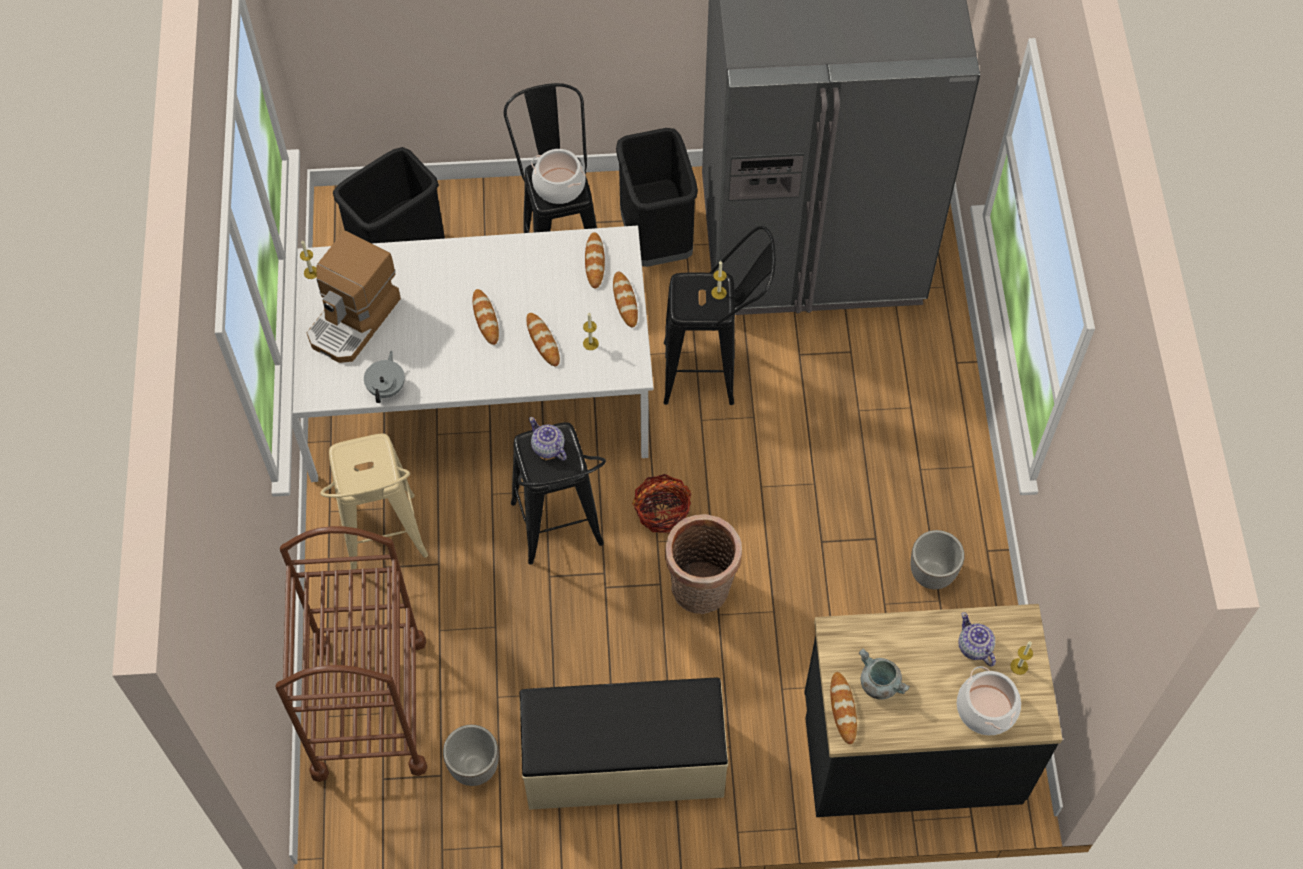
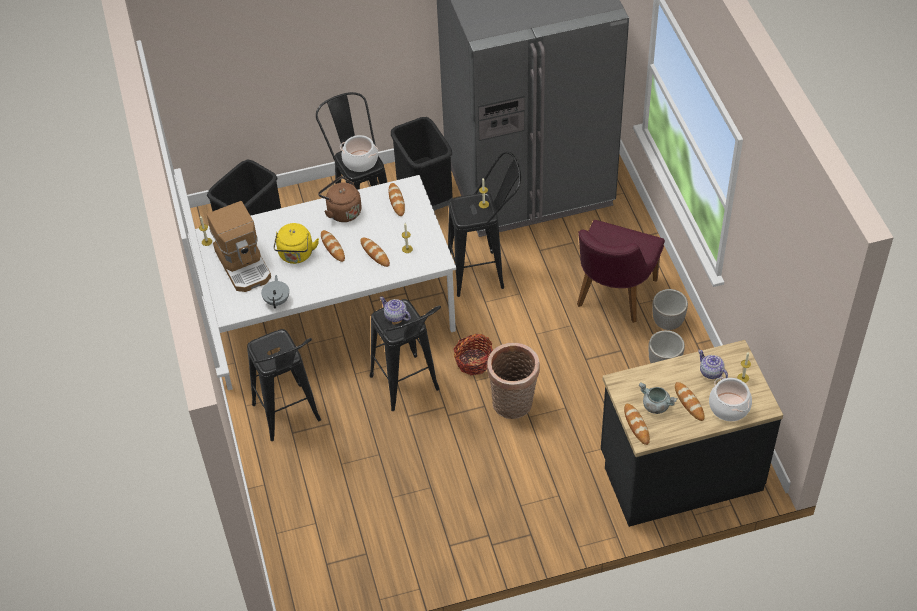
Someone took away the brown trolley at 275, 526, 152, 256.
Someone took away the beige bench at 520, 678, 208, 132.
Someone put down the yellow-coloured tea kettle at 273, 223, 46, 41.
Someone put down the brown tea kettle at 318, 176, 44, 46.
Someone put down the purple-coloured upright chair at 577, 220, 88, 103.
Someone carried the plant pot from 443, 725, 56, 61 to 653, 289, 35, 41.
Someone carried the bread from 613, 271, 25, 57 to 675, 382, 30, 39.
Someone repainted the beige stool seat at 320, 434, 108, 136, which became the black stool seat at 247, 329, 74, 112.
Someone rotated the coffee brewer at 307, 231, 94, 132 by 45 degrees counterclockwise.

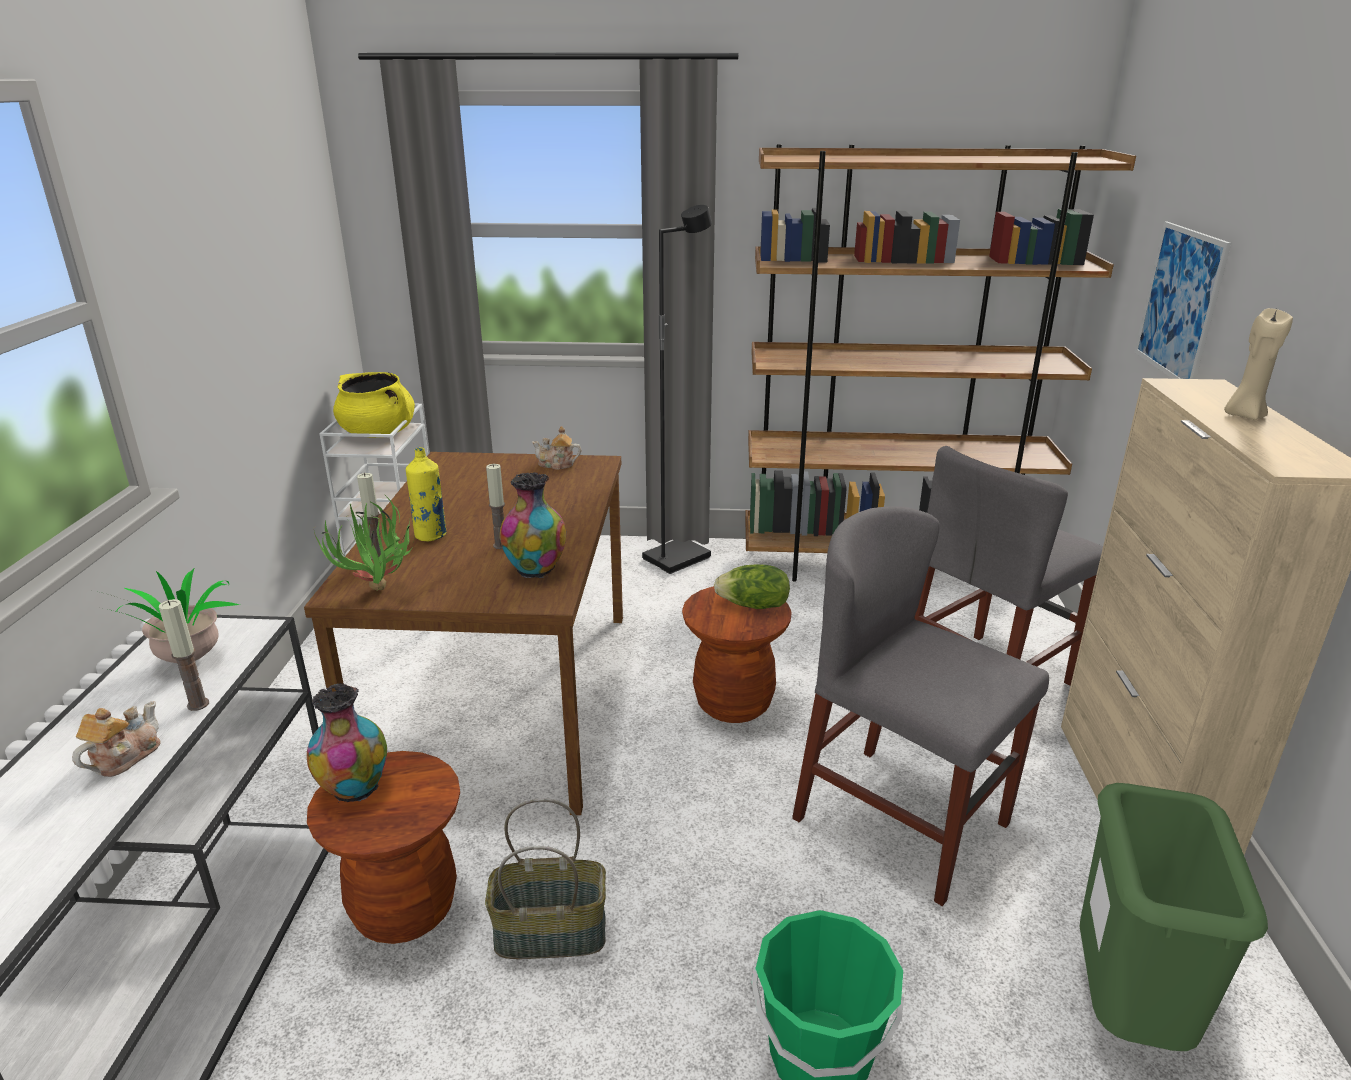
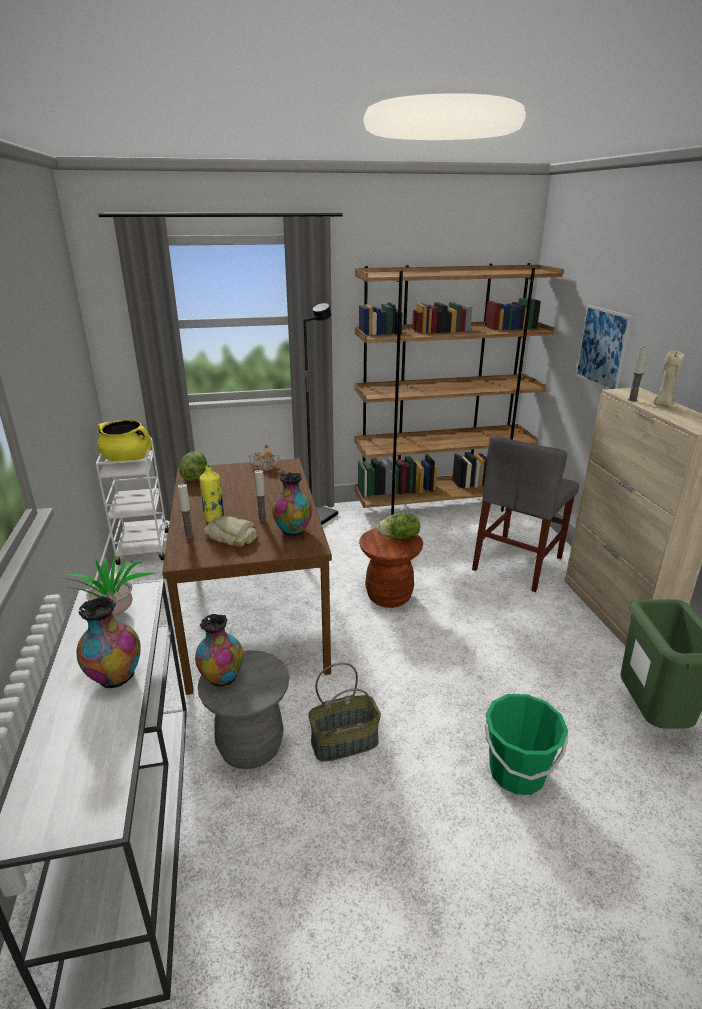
Someone took away the plant in a pot at 314, 495, 104, 96.
Someone took away the grey upright chair at 792, 507, 257, 399.
Someone put down the lettuce at 179, 451, 28, 30.
Someone put down the bread at 204, 517, 53, 29.
Someone carried the wax candle from 159, 599, 50, 112 to 628, 346, 21, 56.
Someone swapped the pot for tea at 72, 701, 89, 76 for the decorative vase at 76, 596, 65, 92.
Someone repainted the brown stool seat at 307, 751, 153, 193, which became the grey stool seat at 198, 650, 92, 119.

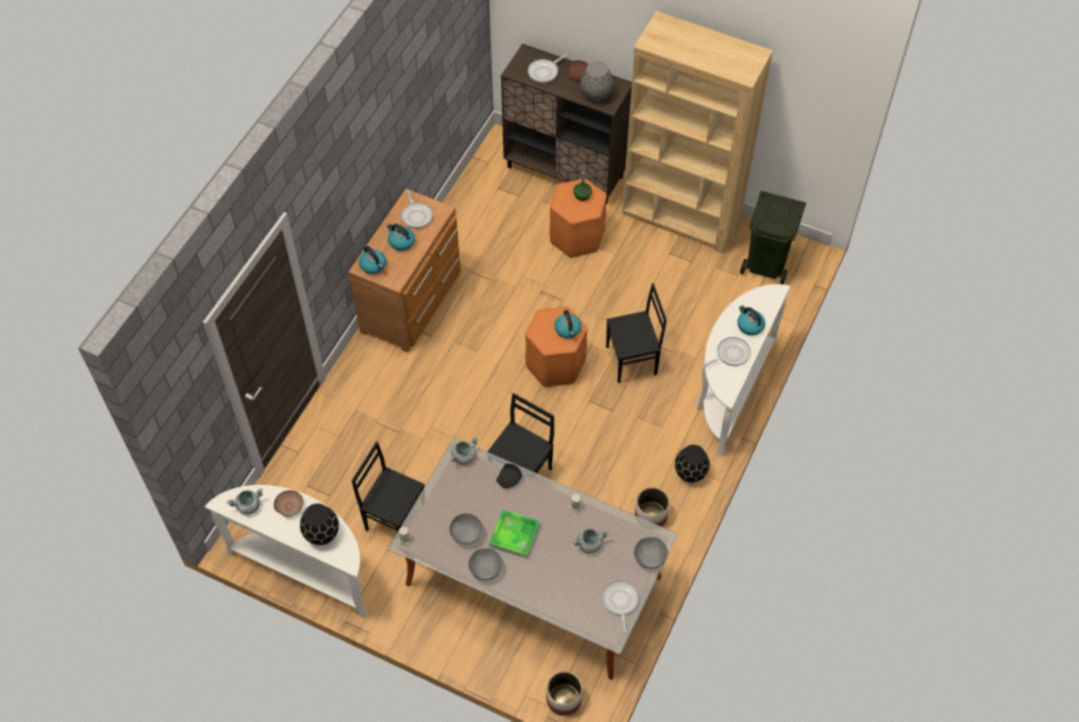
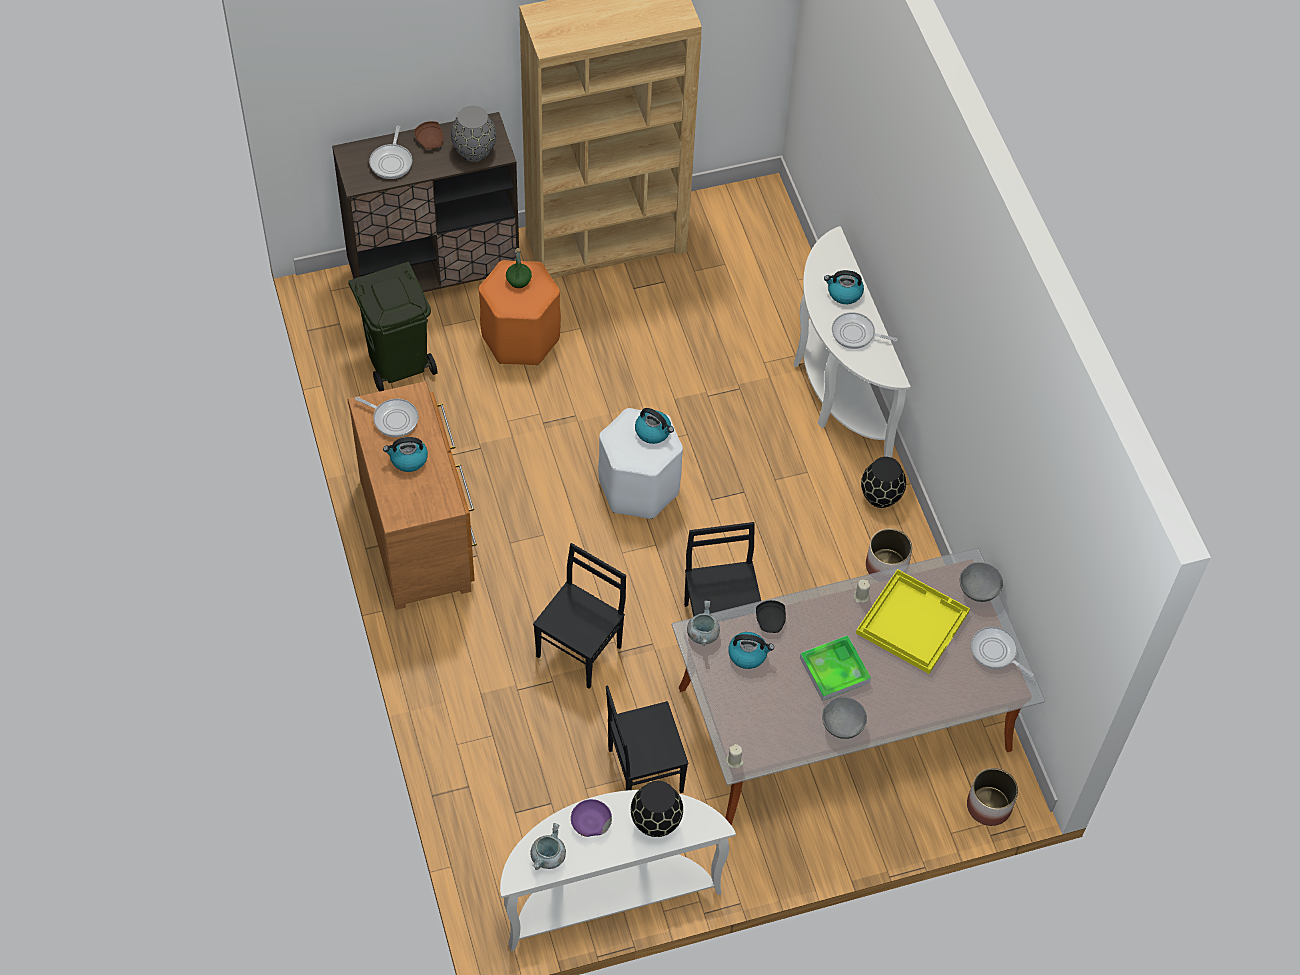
Someone took away the grey bowl at 449, 513, 34, 31.
Someone carried the tea kettle from 359, 246, 27, 28 to 728, 632, 46, 37.
Someone carried the black upright chair from 606, 283, 61, 100 to 533, 543, 93, 146.
Someone carried the greenish trash can from 740, 191, 66, 93 to 348, 262, 90, 130.
Someone swapped the grey stockpot at 573, 528, 36, 25 for the yellow-coloured tray at 856, 569, 114, 105.
Someone repainted the brown bowl at 274, 490, 30, 27, which became the purple-coloured bowl at 571, 799, 41, 38.
Someone repainted the orange stool seat at 525, 306, 62, 81, which became the white-coloured stool seat at 598, 408, 85, 111.
Someone rotated the pan at 705, 337, 46, 30 by 90 degrees counterclockwise.

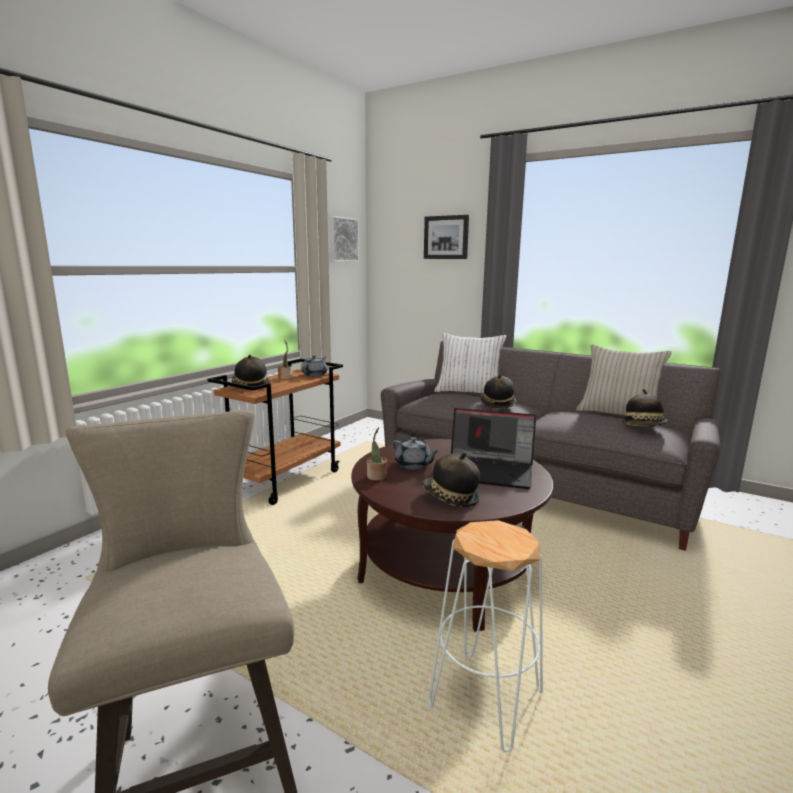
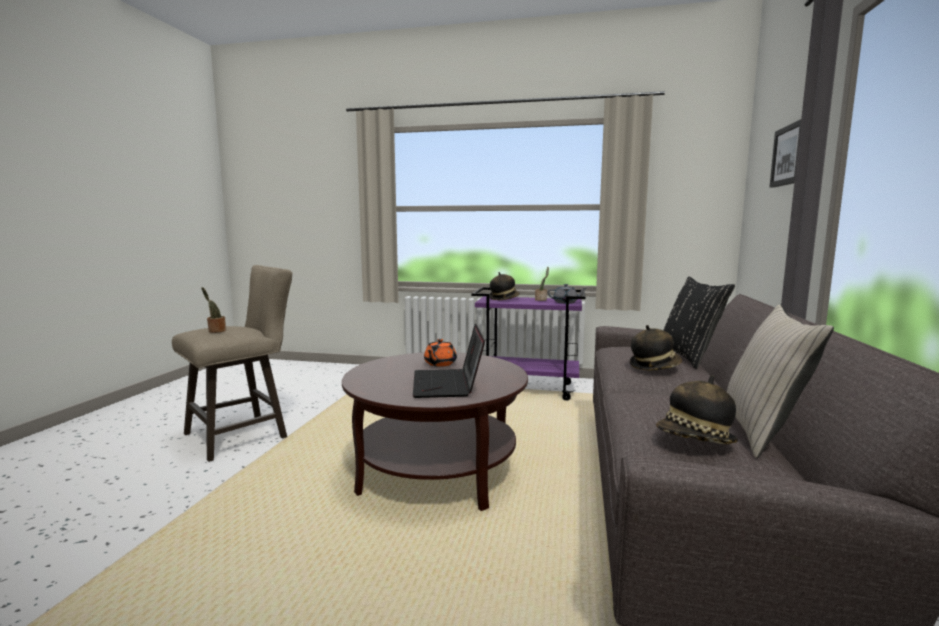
Someone took away the wall art at 329, 216, 30, 46.
Someone took away the wearable hat at 422, 452, 58, 55.
Someone took away the white-coloured stool seat at 428, 520, 115, 232.
Someone carried the plant in a pot from 367, 427, 20, 54 to 201, 287, 25, 46.
Someone repainted the brown trolley at 208, 359, 135, 146, which became the purple-coloured trolley at 471, 287, 114, 113.
Someone repainted the grey pot for tea at 392, 437, 47, 33, which became the orange pot for tea at 424, 339, 33, 28.
Someone repainted the white-coloured pillow at 435, 333, 71, 60, which became the black pillow at 663, 276, 72, 93.

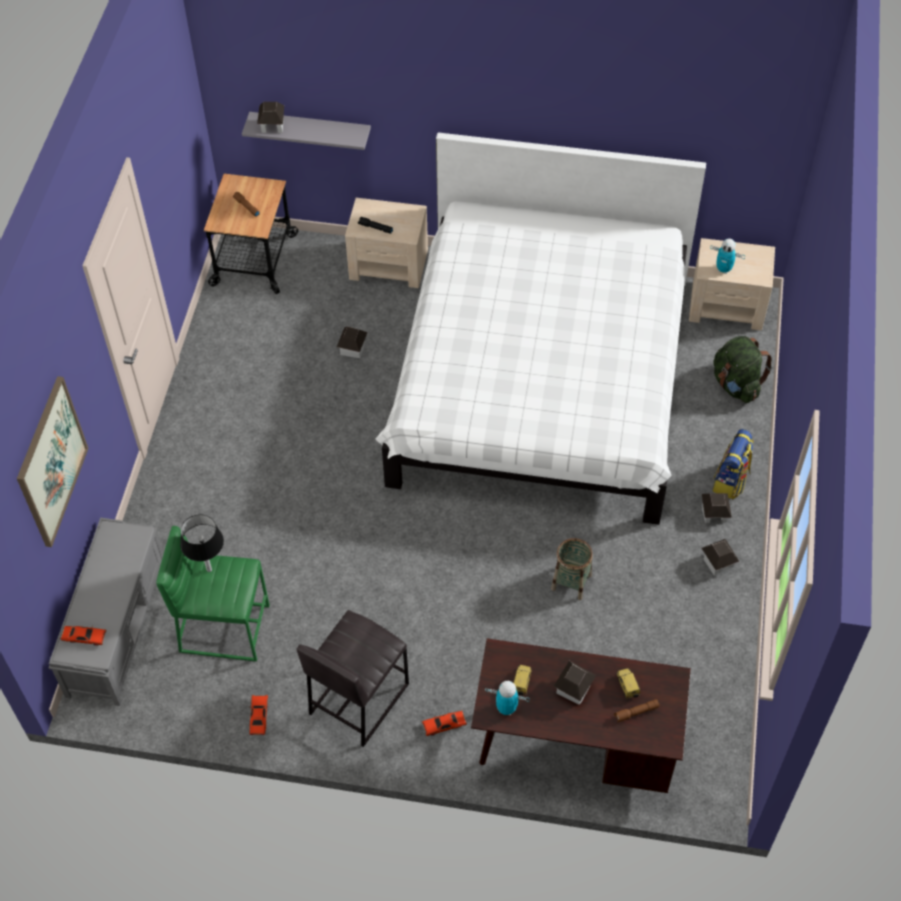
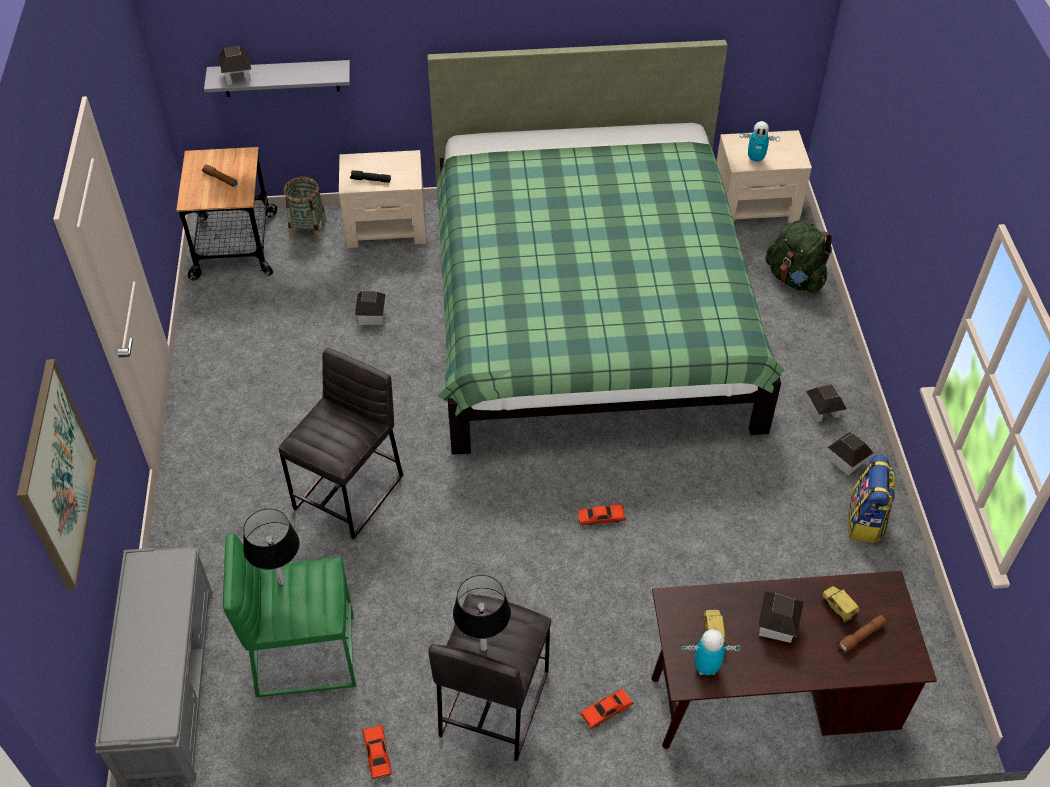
Someone put down the grey stool seat at 279, 348, 124, 191.
Someone put down the black table lamp at 453, 575, 58, 76.
Someone carried the red model car from 61, 625, 46, 21 to 577, 504, 49, 22.
Someone carried the basket from 551, 538, 42, 62 to 284, 177, 43, 64.
Someone carried the knapsack from 713, 429, 41, 71 to 848, 455, 47, 88.
Someone repainted the white-coloured bedroom bed at 375, 133, 331, 392, which became the greenish bedroom bed at 427, 40, 357, 415.

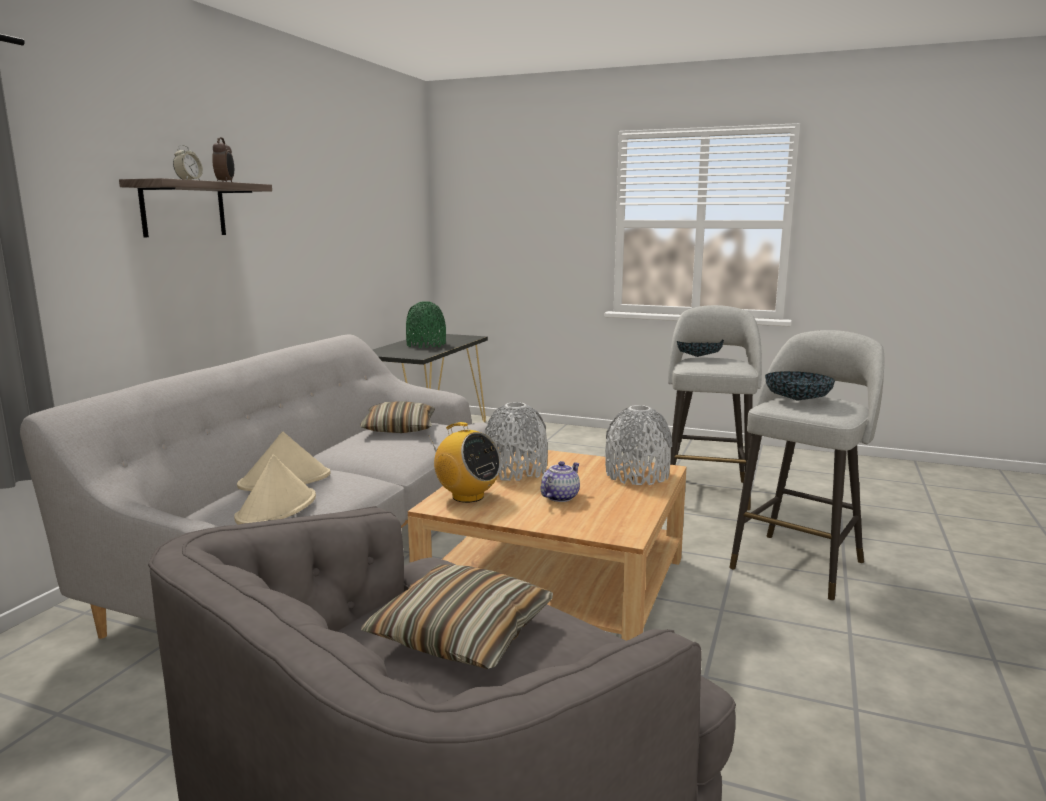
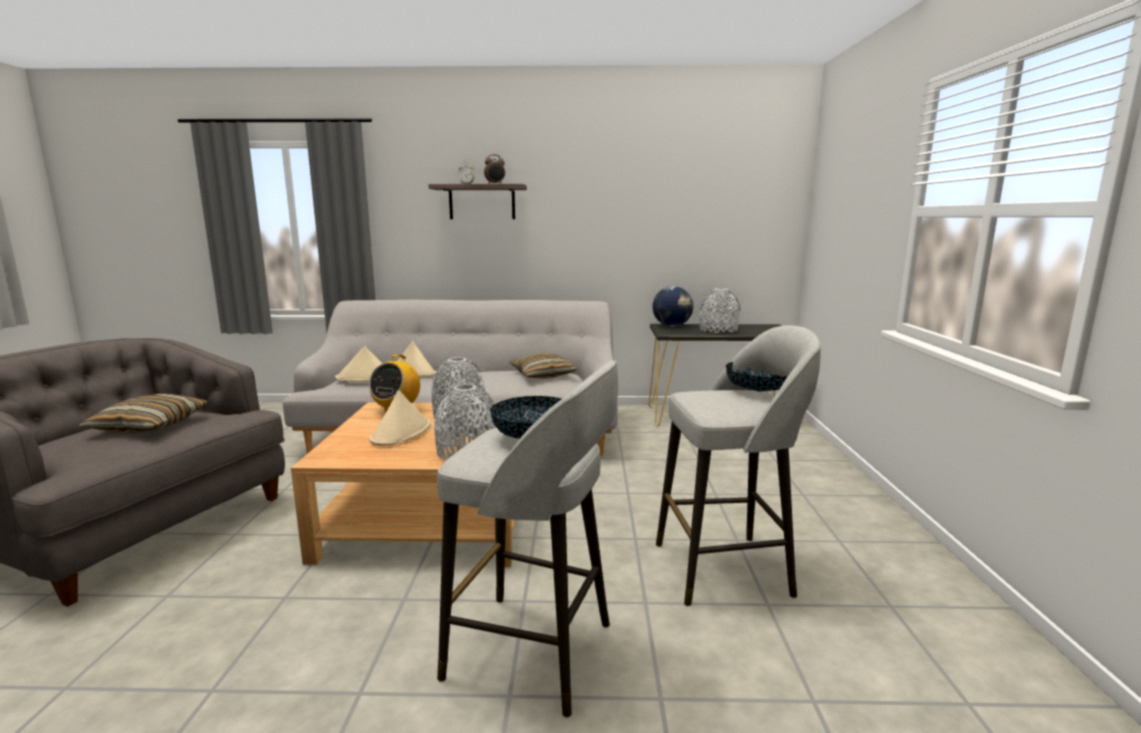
Someone put down the world globe at 653, 286, 40, 41.
Someone swapped the pot for tea at 541, 461, 39, 41 for the beige wearable hat at 369, 390, 62, 56.
Someone repainted the greenish decorative vase at 406, 301, 40, 47, which became the grey decorative vase at 700, 288, 40, 45.

